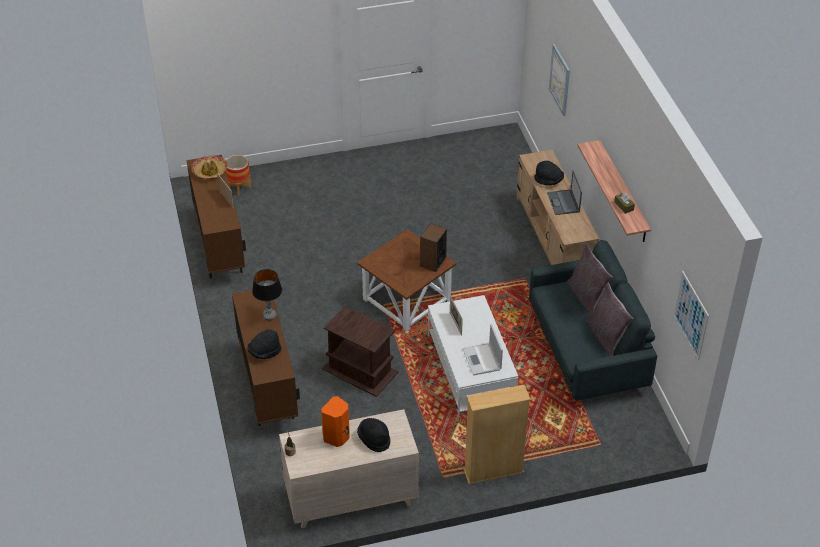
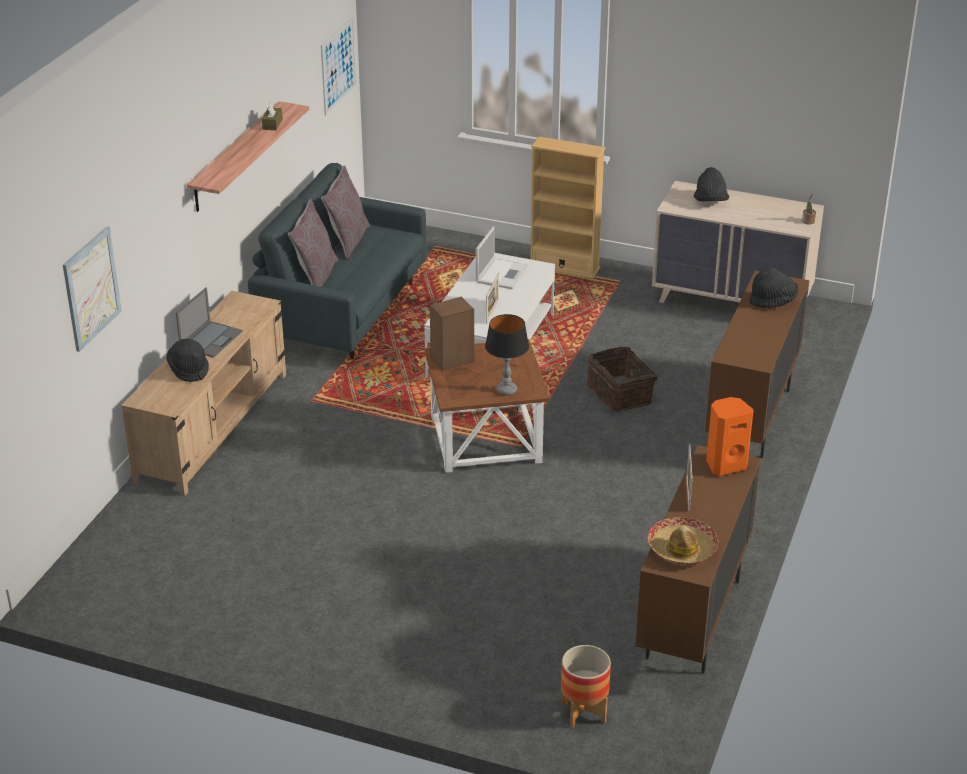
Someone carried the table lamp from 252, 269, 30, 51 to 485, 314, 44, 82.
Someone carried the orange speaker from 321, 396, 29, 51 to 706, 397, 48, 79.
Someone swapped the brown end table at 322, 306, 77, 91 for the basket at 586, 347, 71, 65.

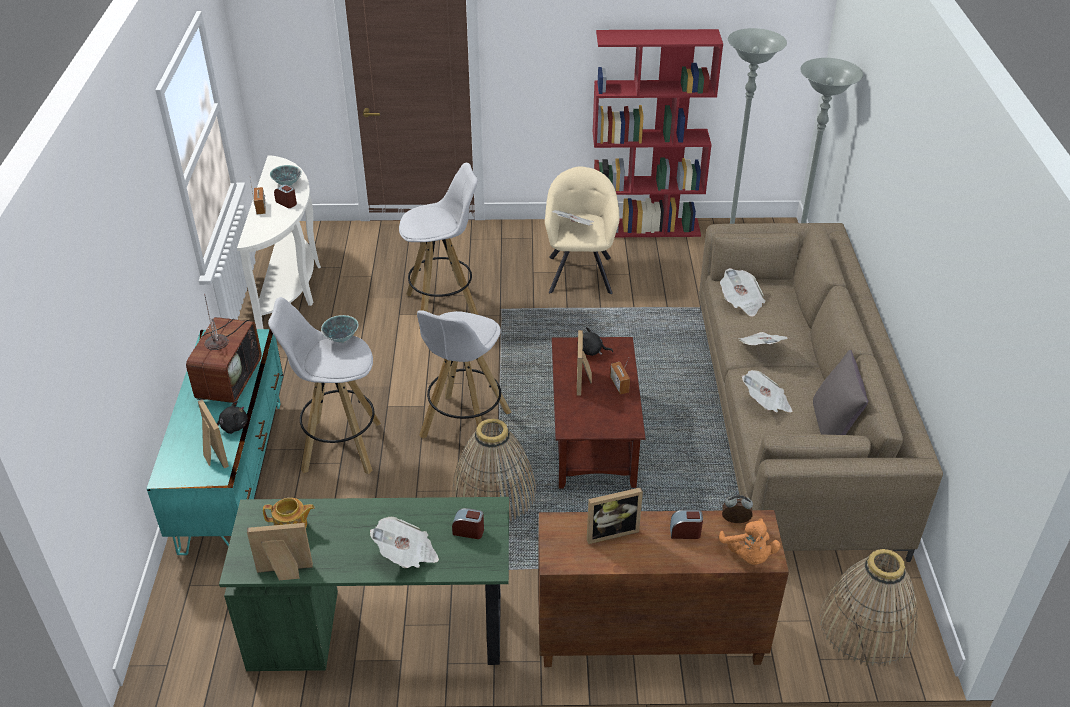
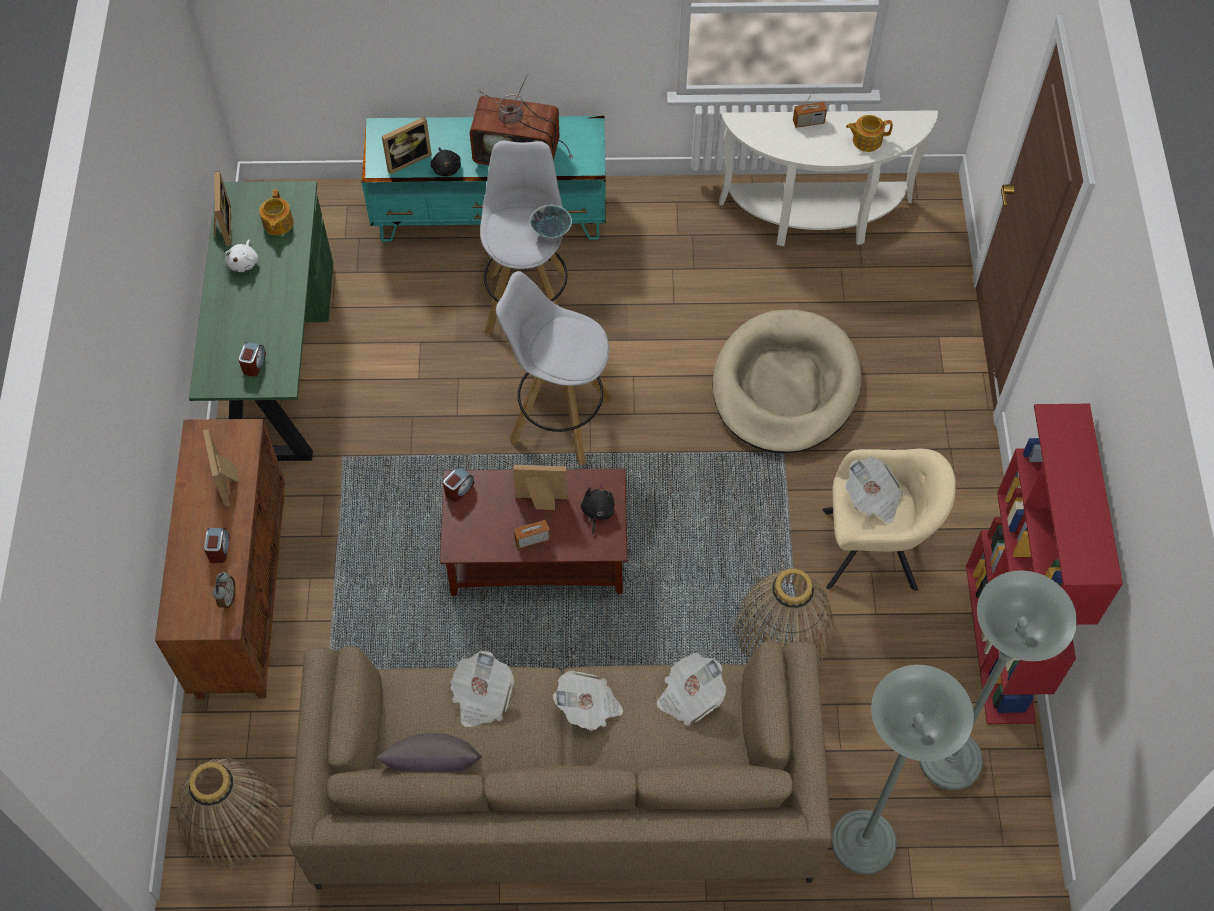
Someone took away the newspaper at 370, 516, 69, 52.
Someone took away the orange plush toy at 719, 518, 62, 47.
Someone put down the white-coloured plush toy at 224, 240, 34, 32.
Someone carried the table clock from 274, 184, 23, 24 to 443, 467, 31, 35.
Someone carried the basket from 453, 418, 83, 103 to 735, 568, 99, 97.
Someone swapped the bowl at 270, 165, 32, 21 for the pot for tea at 846, 115, 47, 37.
Someone swapped the white-coloured stool seat at 399, 163, 79, 166 for the beige dog bed at 712, 310, 150, 144.

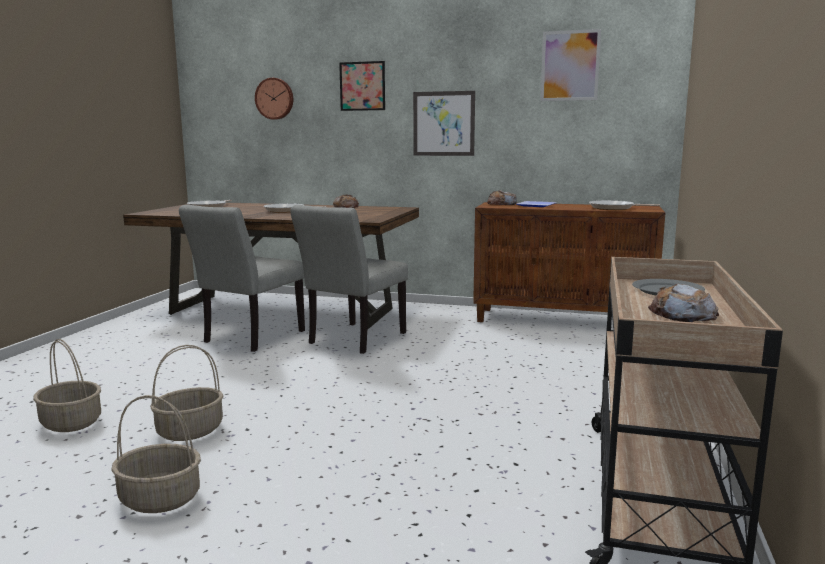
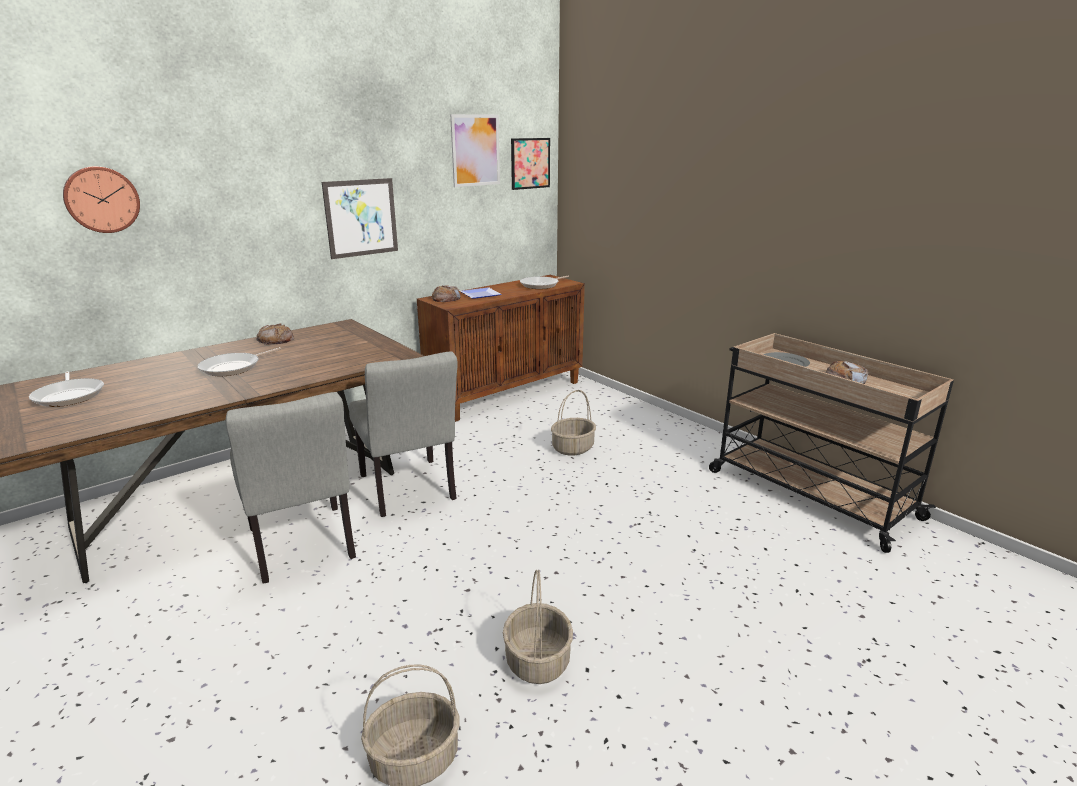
Someone carried the basket from 111, 395, 90, 118 to 551, 390, 45, 66.
Someone carried the wall art from 339, 61, 46, 50 to 511, 138, 39, 52.

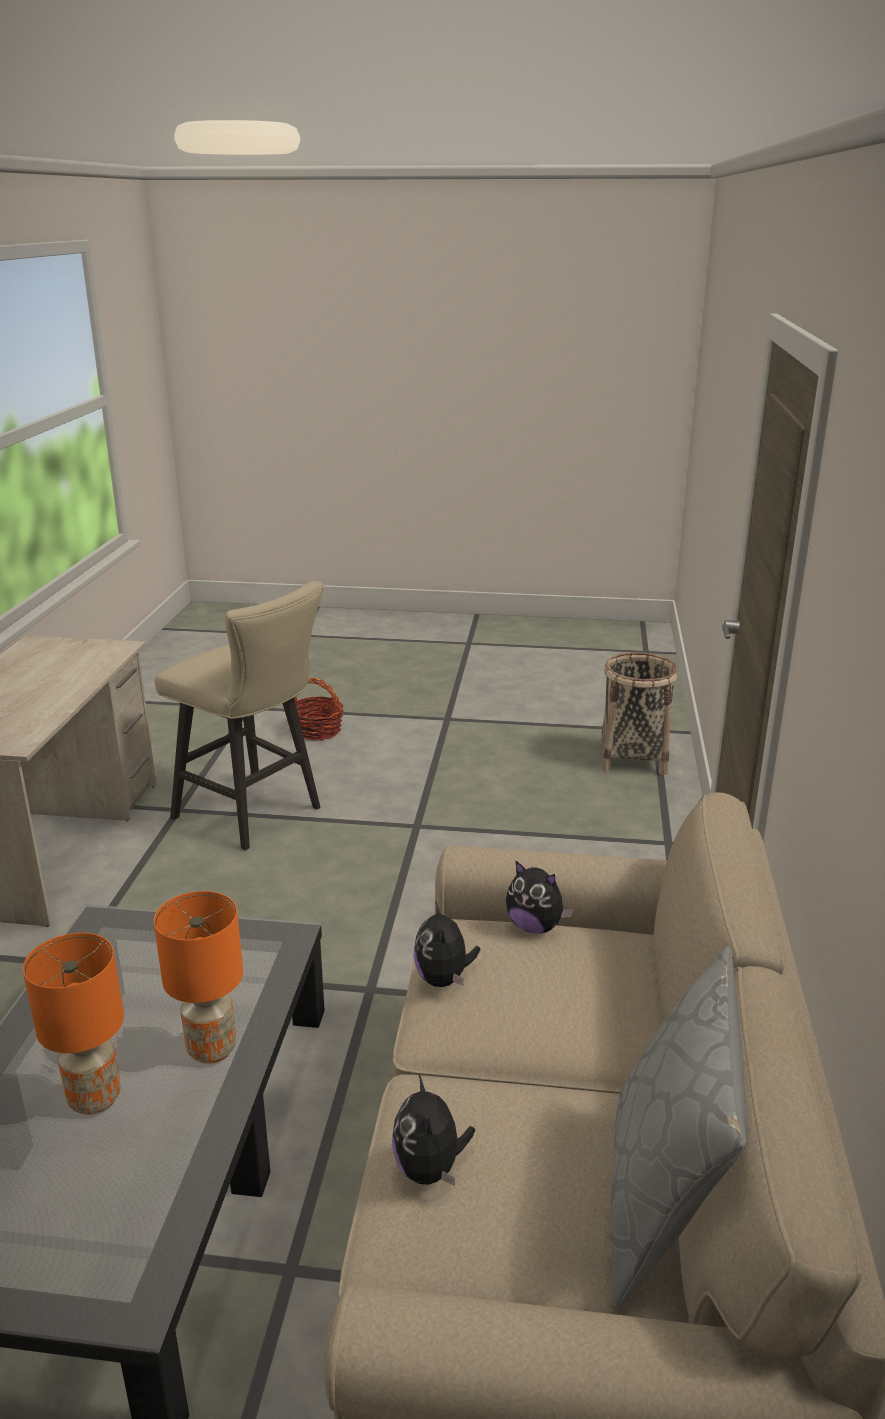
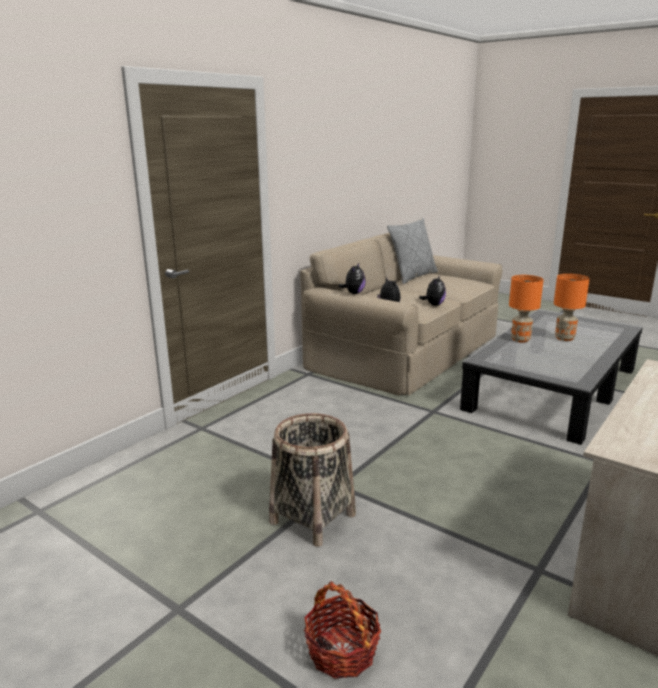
Someone took away the beige stool seat at 155, 581, 168, 269.
Someone carried the plush toy from 392, 1073, 83, 113 to 339, 263, 27, 31.
Someone carried the basket from 600, 652, 78, 123 to 269, 413, 87, 134.

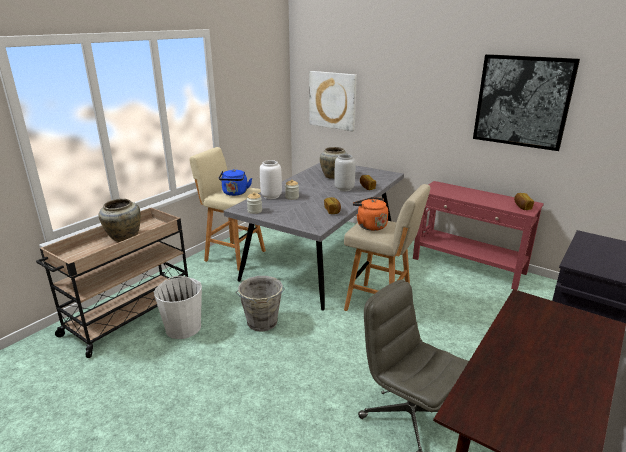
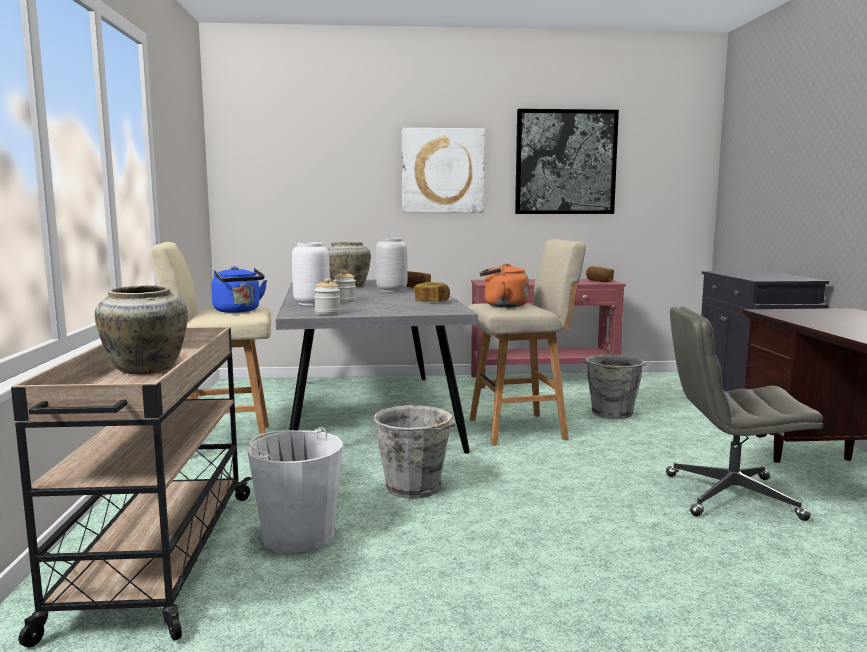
Someone put down the grey bucket at 582, 354, 64, 65.
Someone carried the wall art from 309, 71, 48, 61 to 401, 128, 84, 85.

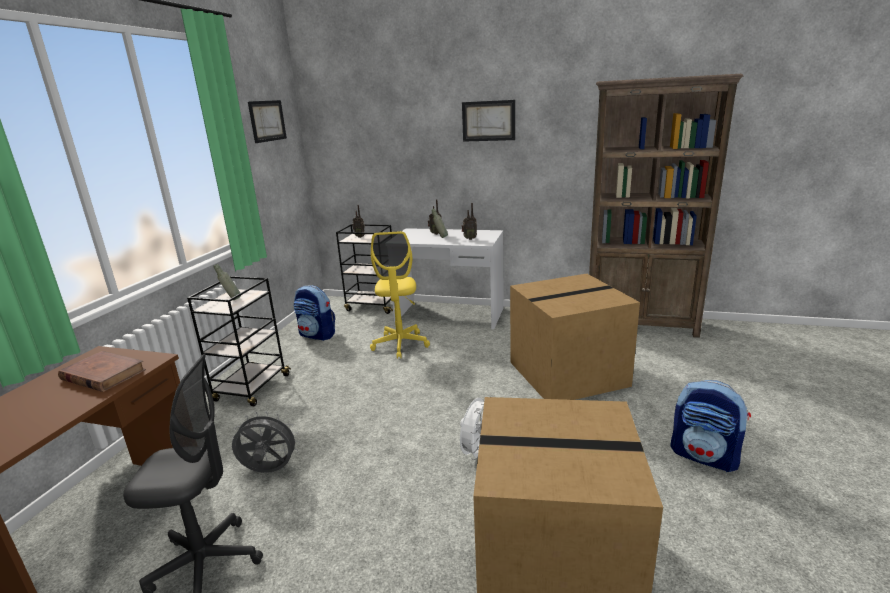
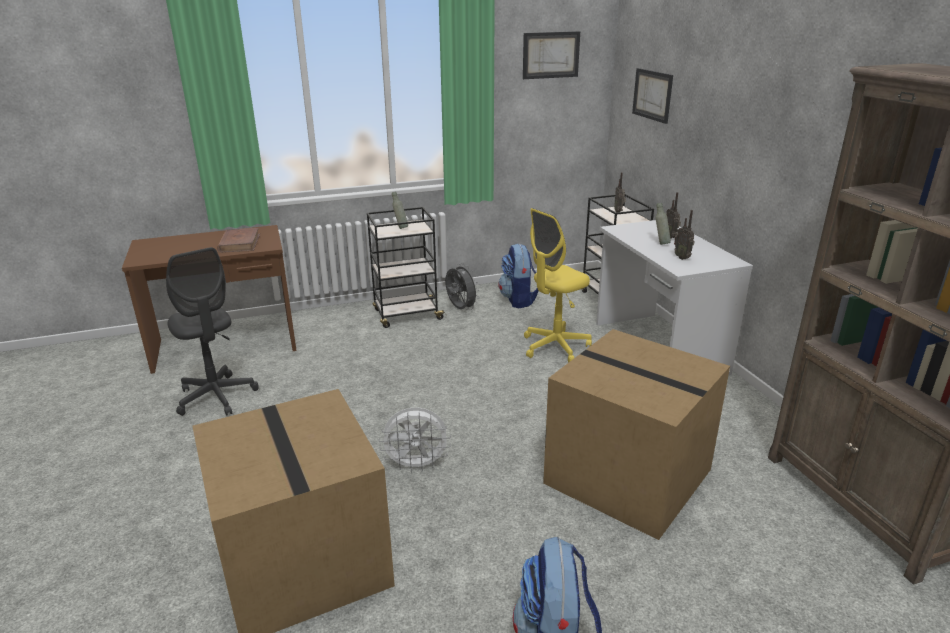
Someone carried the grey cooling fan from 232, 411, 68, 62 to 445, 263, 34, 47.
Someone carried the wall art from 462, 100, 53, 42 to 632, 68, 41, 56.

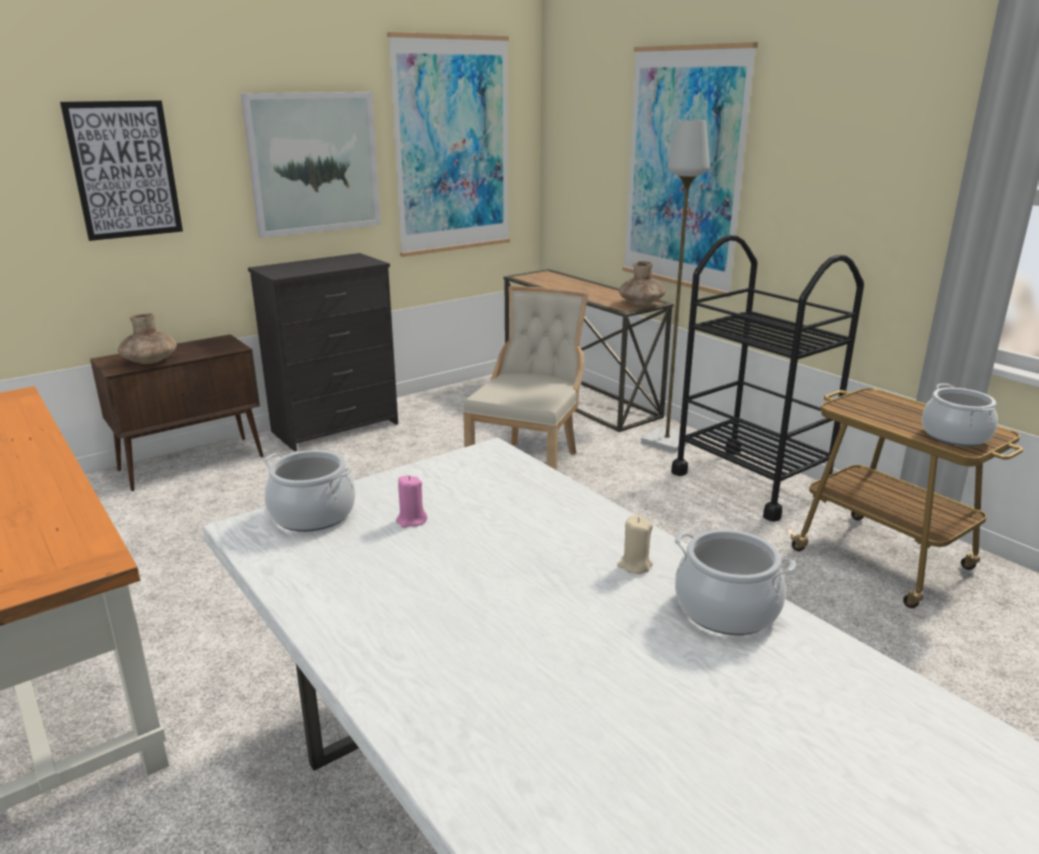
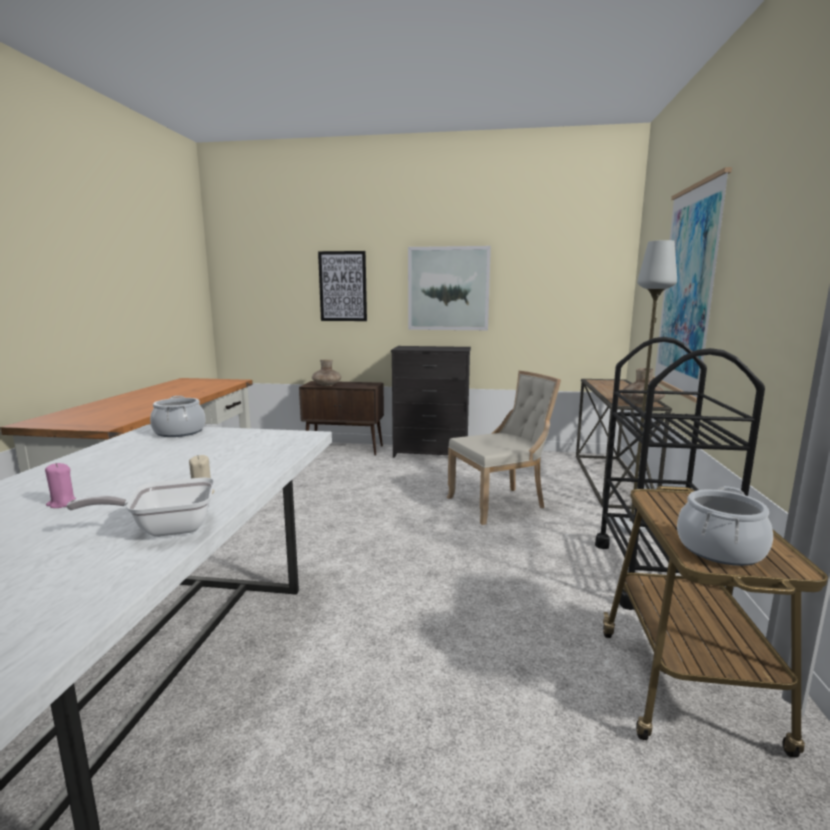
Someone took away the wall art at 387, 32, 123, 225.
Someone carried the pink wax candle from 396, 476, 31, 52 to 45, 463, 31, 45.
Someone swapped the stockpot at 675, 530, 121, 105 for the pan at 66, 477, 149, 60.

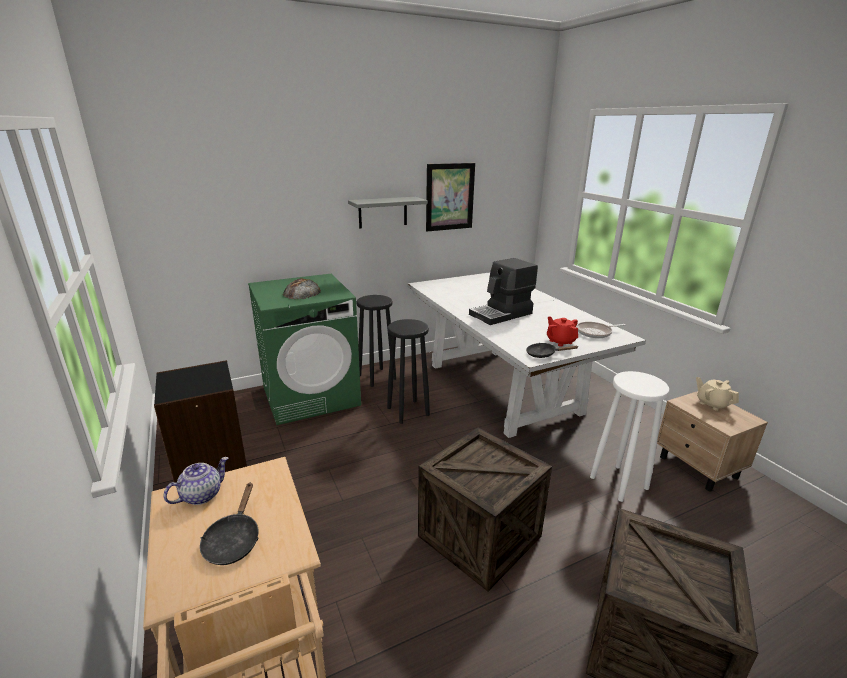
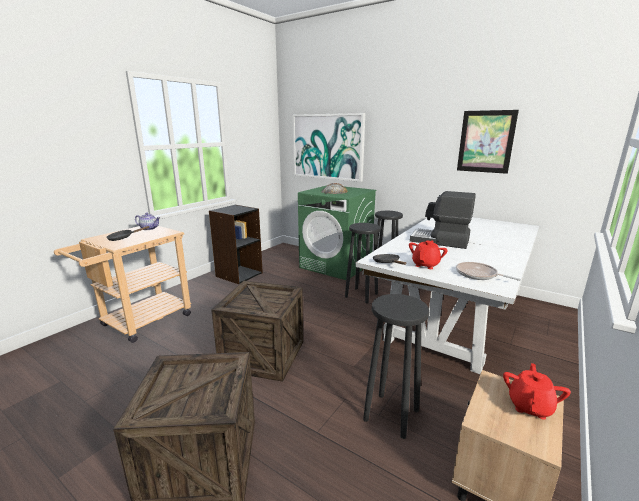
Someone took away the grey bracket shelf at 348, 197, 80, 32.
Someone put up the wall art at 292, 113, 73, 69.
Someone repainted the white-coloured stool seat at 590, 371, 79, 131, which became the black stool seat at 363, 294, 66, 145.
Someone repainted the beige pot for tea at 696, 377, 43, 34, which became the red pot for tea at 503, 363, 68, 57.

